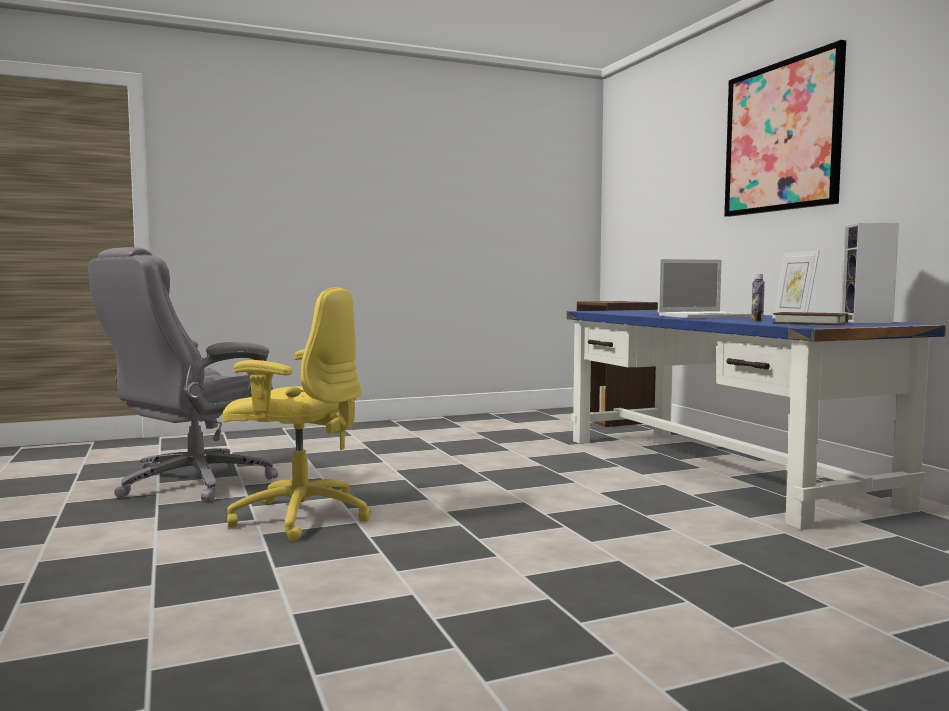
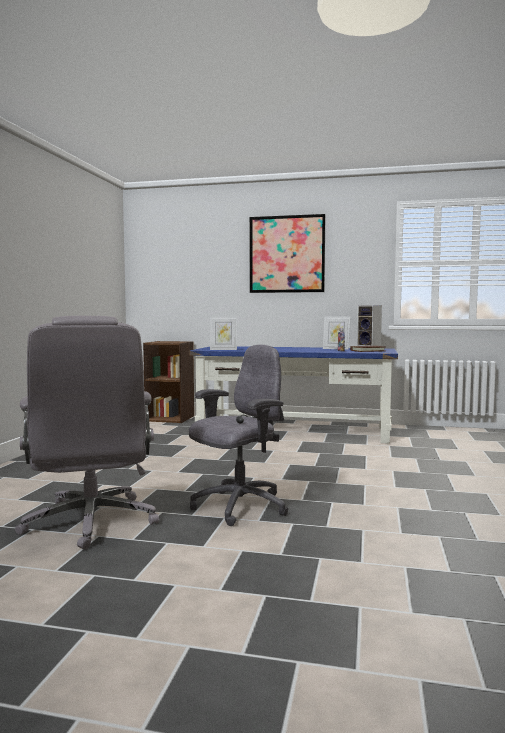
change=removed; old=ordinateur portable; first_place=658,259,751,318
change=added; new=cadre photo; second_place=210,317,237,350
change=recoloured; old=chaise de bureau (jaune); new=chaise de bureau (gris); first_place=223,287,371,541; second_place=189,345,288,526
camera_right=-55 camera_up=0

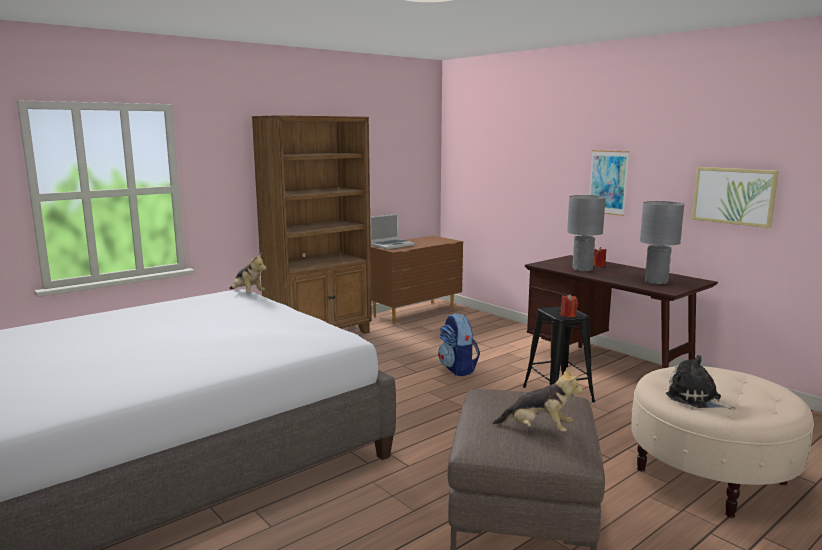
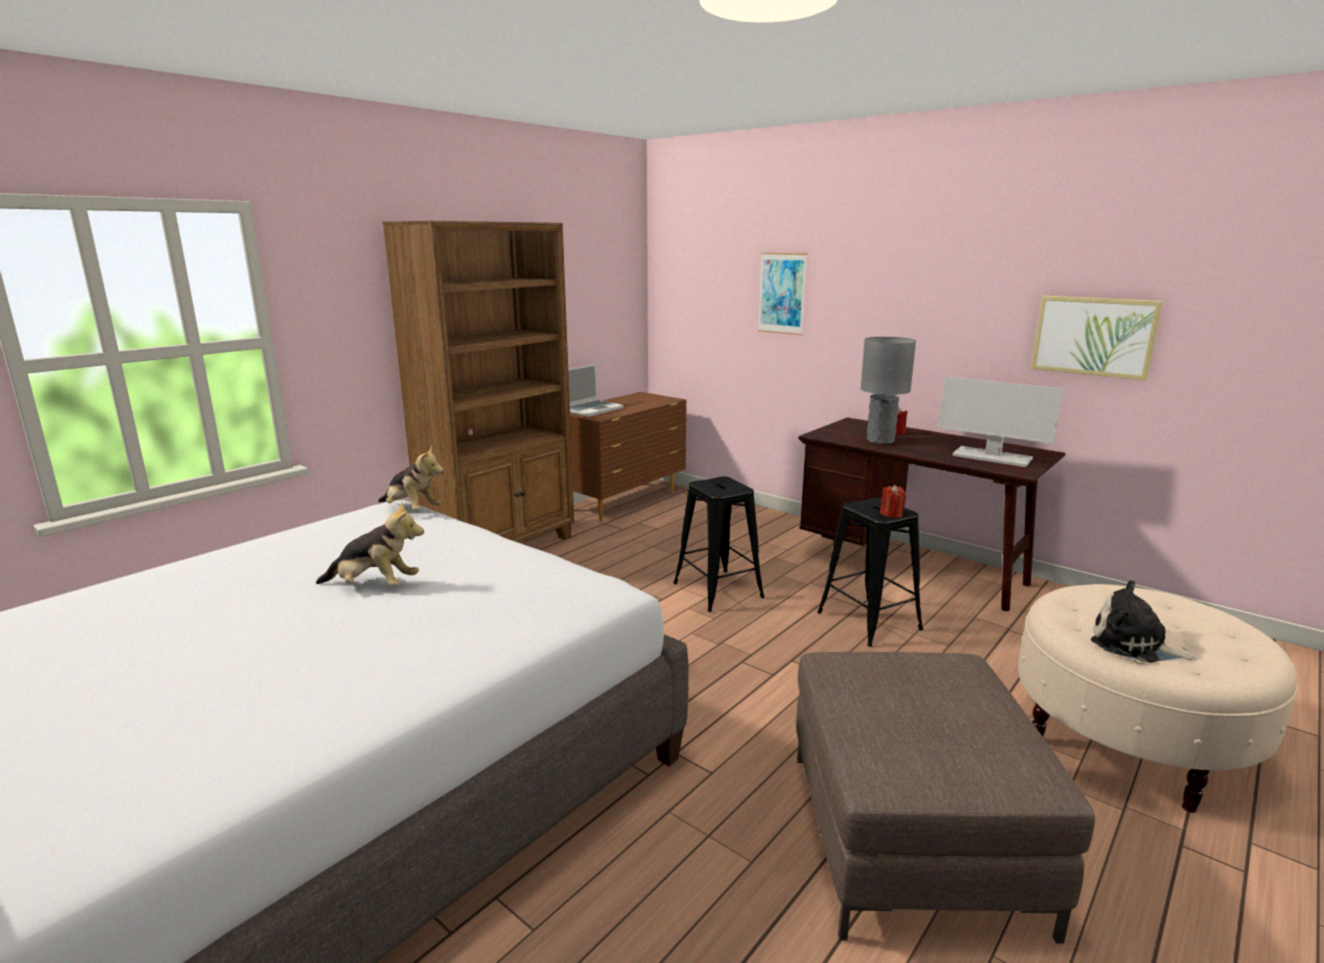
change=moved; old=peluche; first_place=493,367,583,432; second_place=316,501,424,586
change=moved; old=tableau; first_place=589,150,629,216; second_place=758,253,807,335
change=replaced; old=sac à dos; new=tabouret (noir); first_place=438,313,480,376; second_place=673,476,765,612
change=replaced; old=lampe de table (gris); new=écran d'ordinateur; first_place=640,201,684,284; second_place=938,377,1064,467
camera_right=-10 camera_up=5

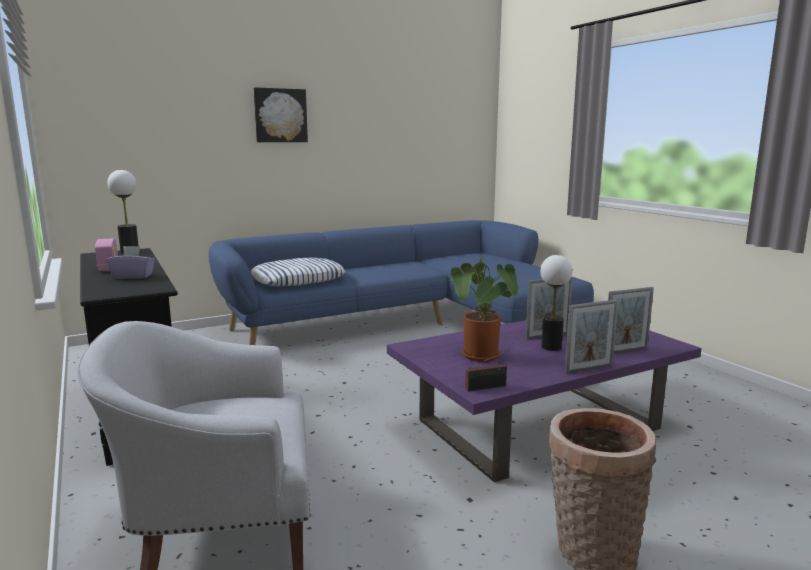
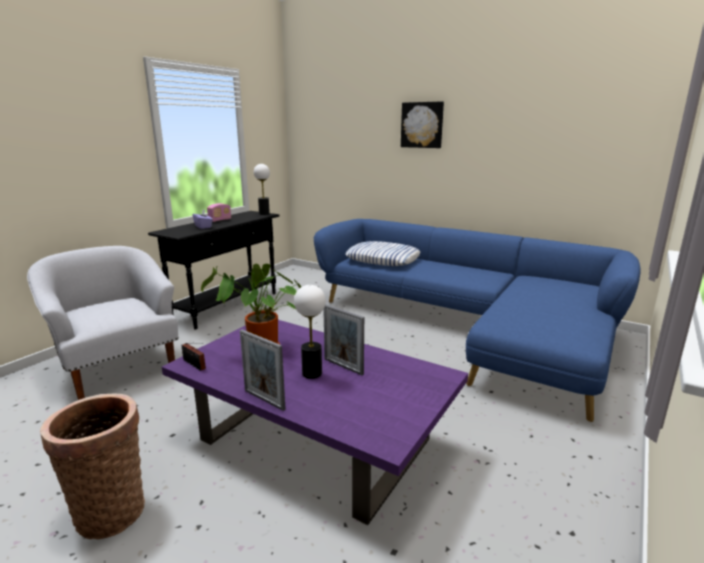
change=removed; old=cadre photo; first_place=608,287,654,354
camera_right=60 camera_up=5

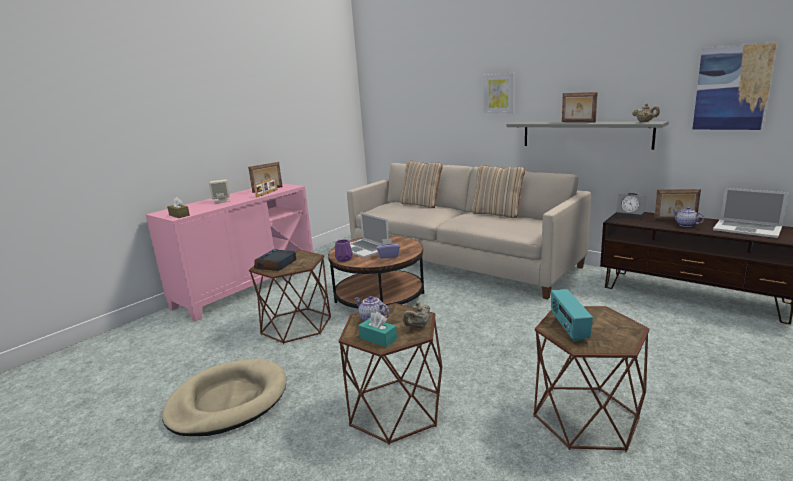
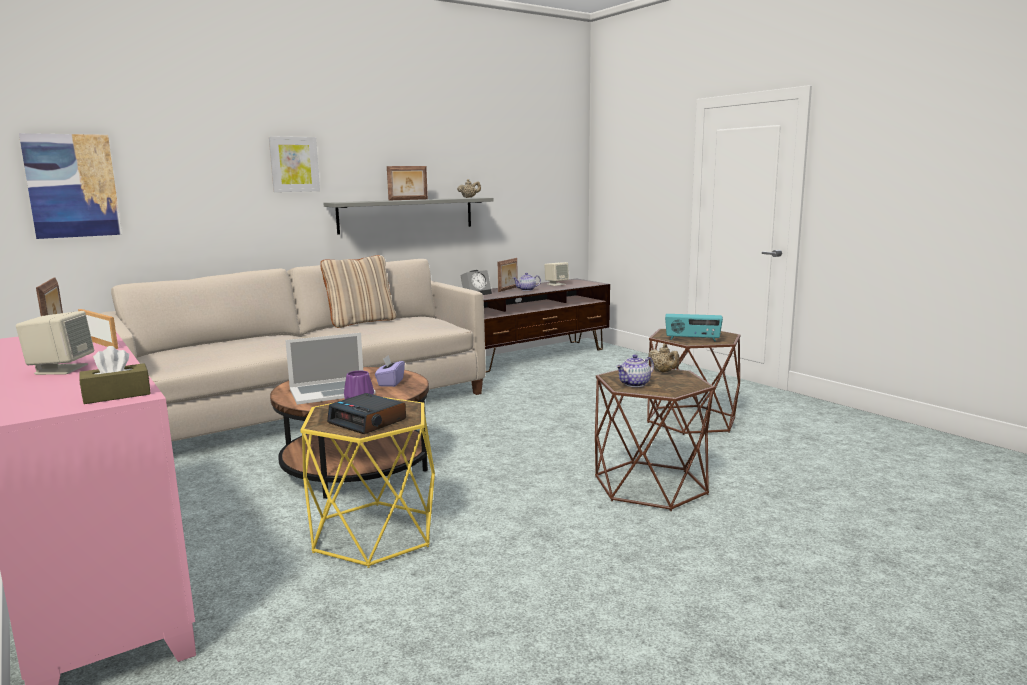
change=removed; old=panier pour chien (beige); first_place=162,359,286,436
change=removed; old=boîte à mouchoirs (turquoise); first_place=358,312,397,347
change=removed; old=coussin (beige); first_place=400,160,443,208
change=moved; old=tableau; first_place=692,42,777,130; second_place=19,133,122,239
change=replaced; old=ordinateur portable; new=enceinte (beige); first_place=713,188,789,238; second_place=544,262,569,286
change=recoloured; old=table d'appoint (marron); new=table d'appoint (jaune); first_place=249,250,331,344; second_place=300,397,435,568
camera_right=-75 camera_up=-5

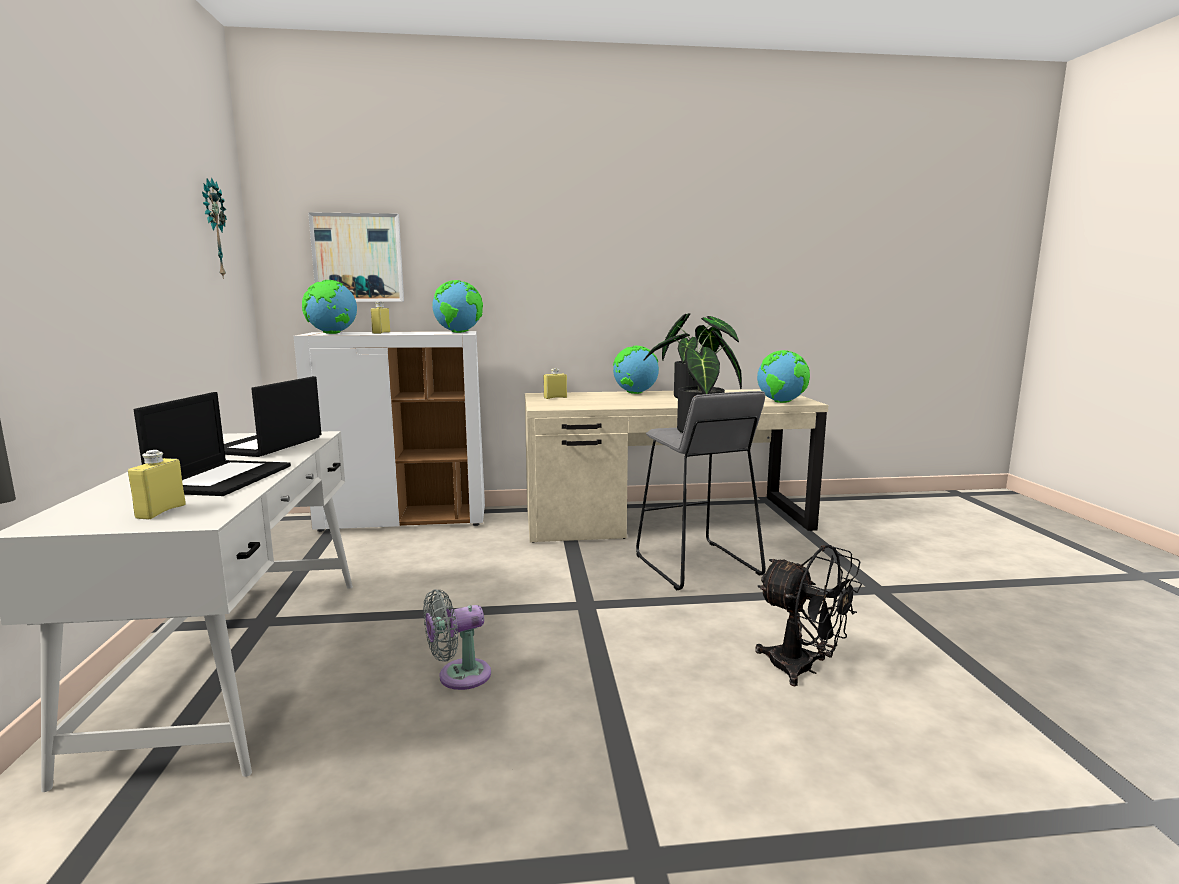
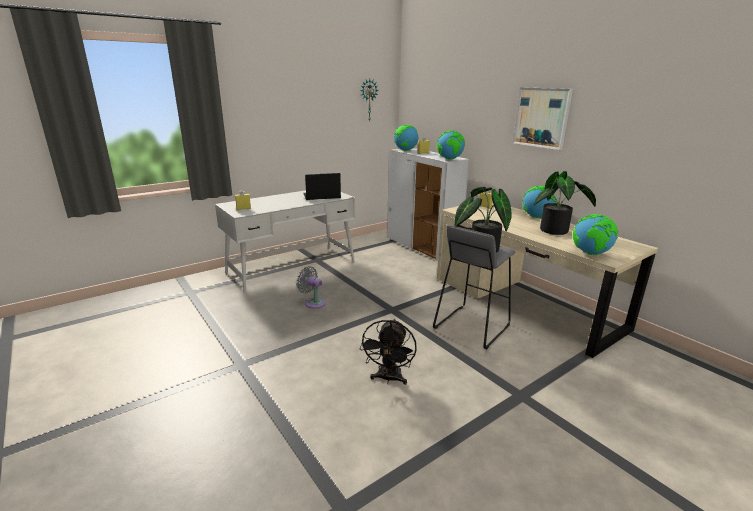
change=removed; old=ordinateur portable; first_place=134,392,291,496
change=moved; old=tableau; first_place=308,212,404,302; second_place=513,87,573,150
camera_right=60 camera_up=10

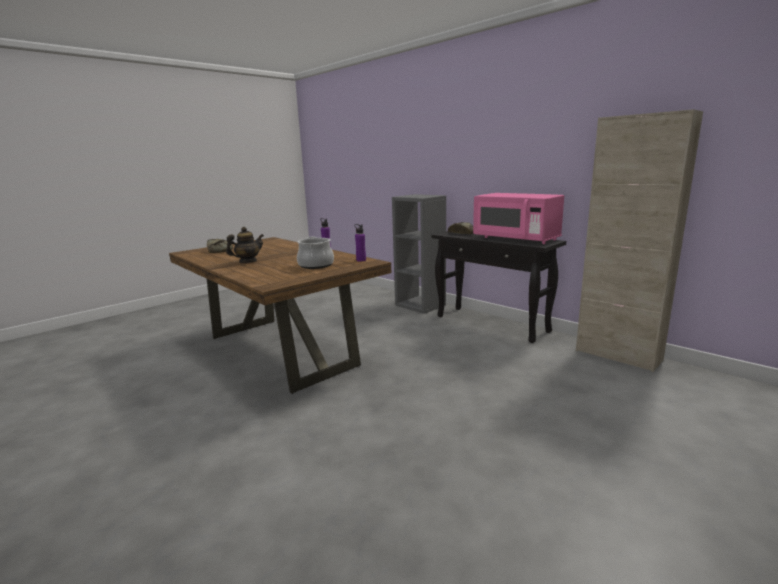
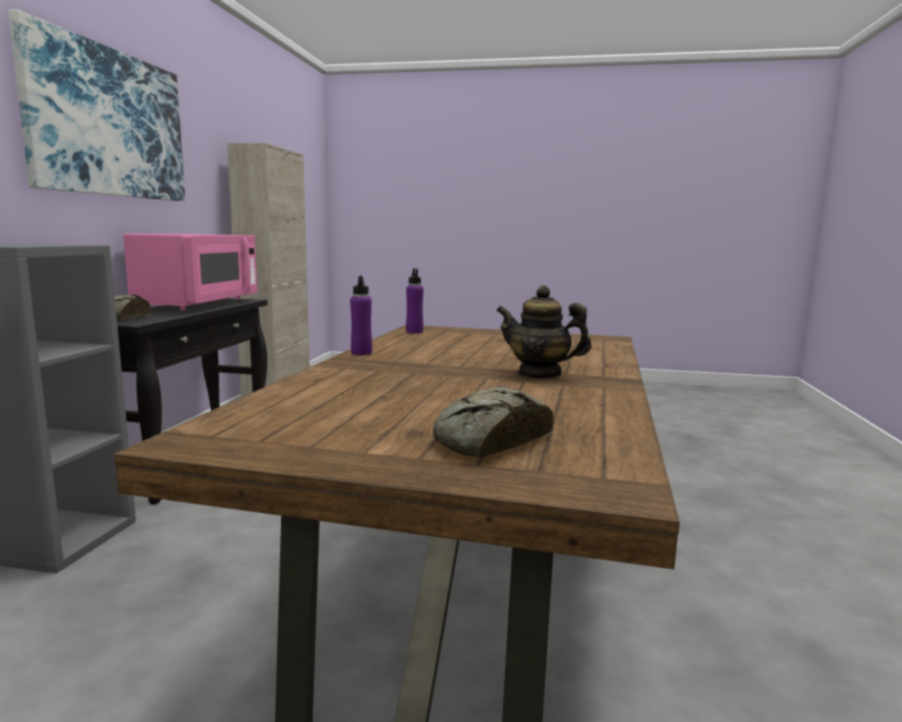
change=removed; old=marmite; first_place=297,237,334,269
change=added; new=tableau; second_place=8,10,185,201
camera_right=-125 camera_up=-5

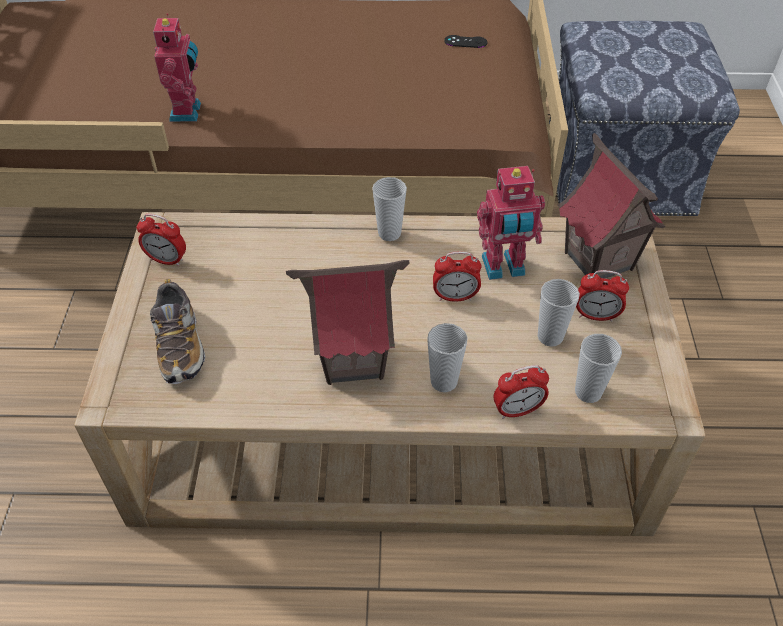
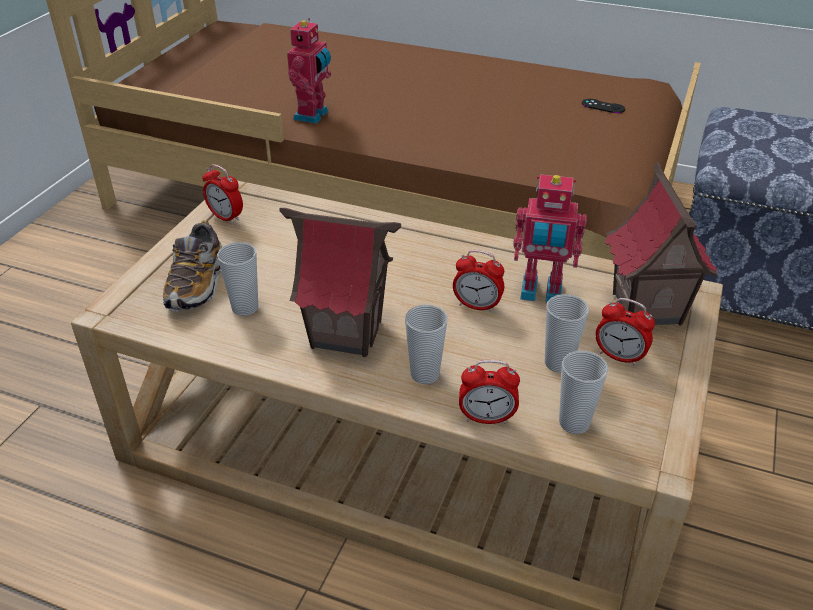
change=moved; old=tasse; first_place=372,177,407,241; second_place=217,242,258,316
camera_right=20 camera_up=-10

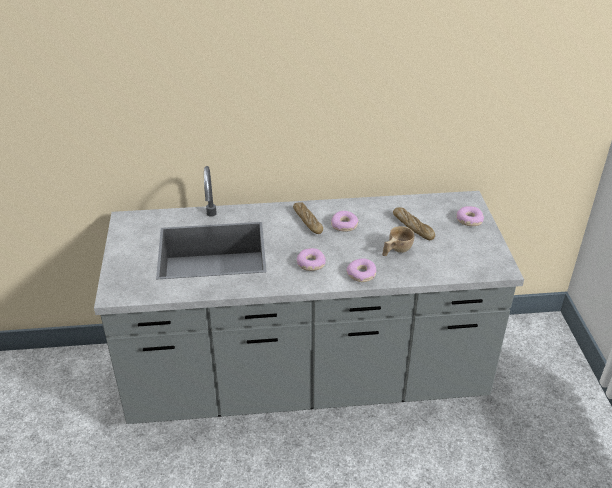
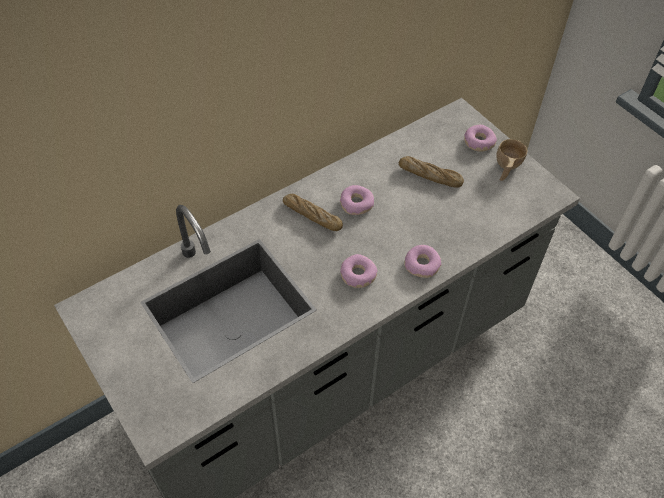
change=moved; old=tasse (beige); first_place=382,226,415,256; second_place=497,139,527,181
camera_right=-30 camera_up=15

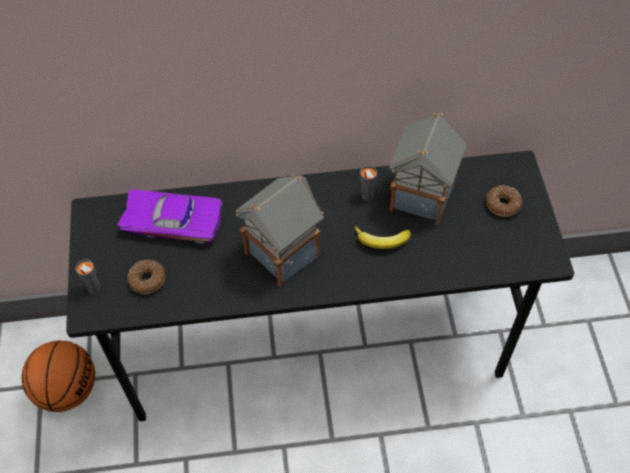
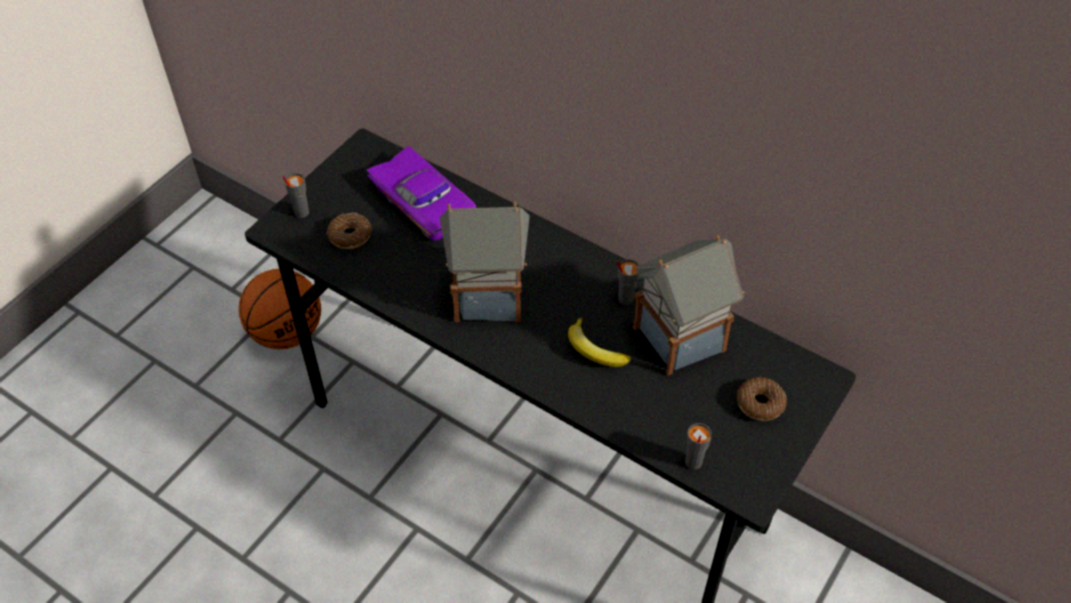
change=added; new=tasse (gris); second_place=685,423,712,470
camera_right=40 camera_up=-5

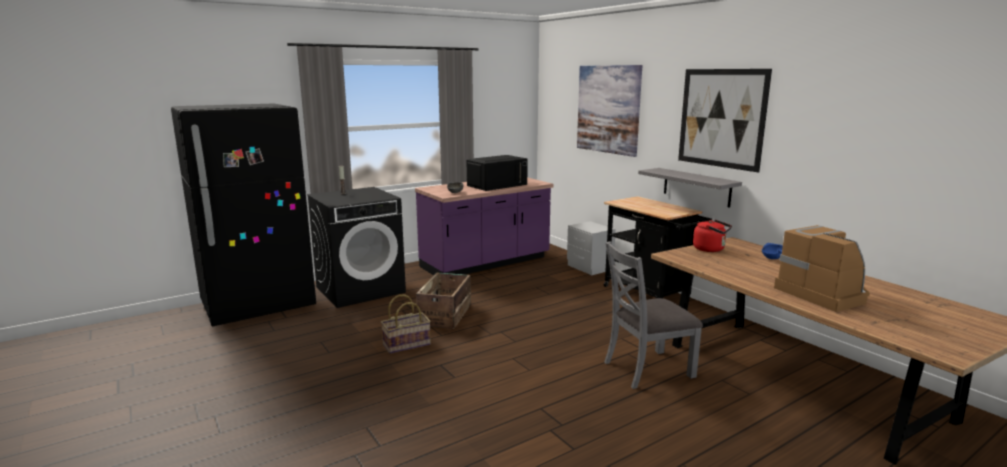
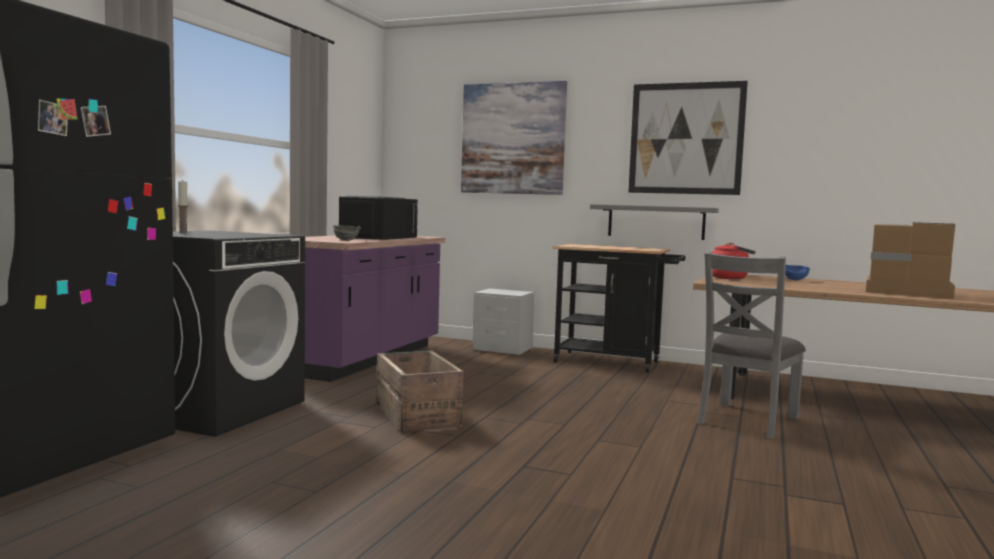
change=removed; old=panier; first_place=381,294,431,354
camera_right=-35 camera_up=-10

